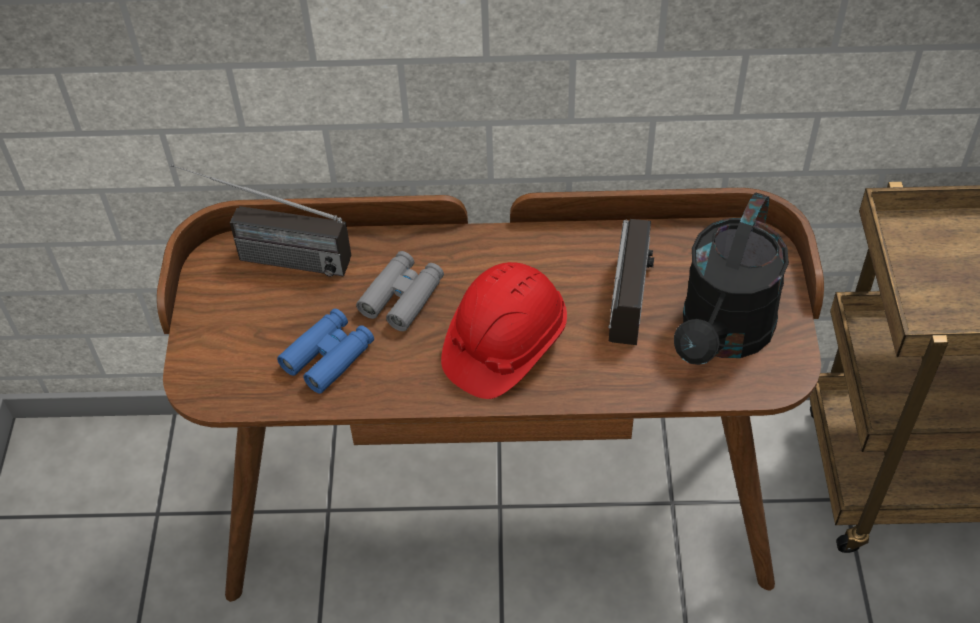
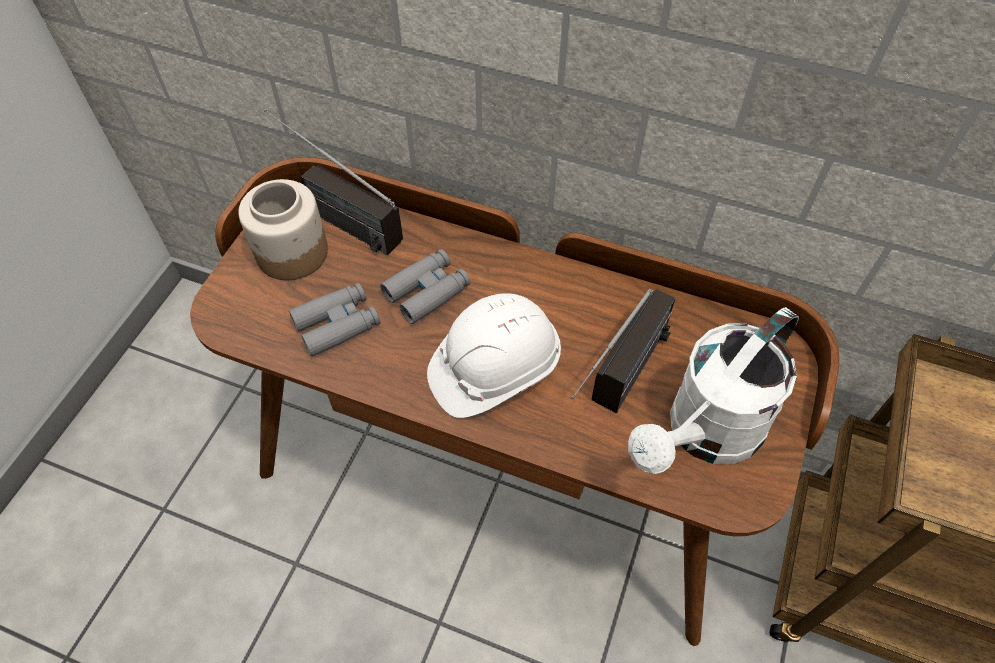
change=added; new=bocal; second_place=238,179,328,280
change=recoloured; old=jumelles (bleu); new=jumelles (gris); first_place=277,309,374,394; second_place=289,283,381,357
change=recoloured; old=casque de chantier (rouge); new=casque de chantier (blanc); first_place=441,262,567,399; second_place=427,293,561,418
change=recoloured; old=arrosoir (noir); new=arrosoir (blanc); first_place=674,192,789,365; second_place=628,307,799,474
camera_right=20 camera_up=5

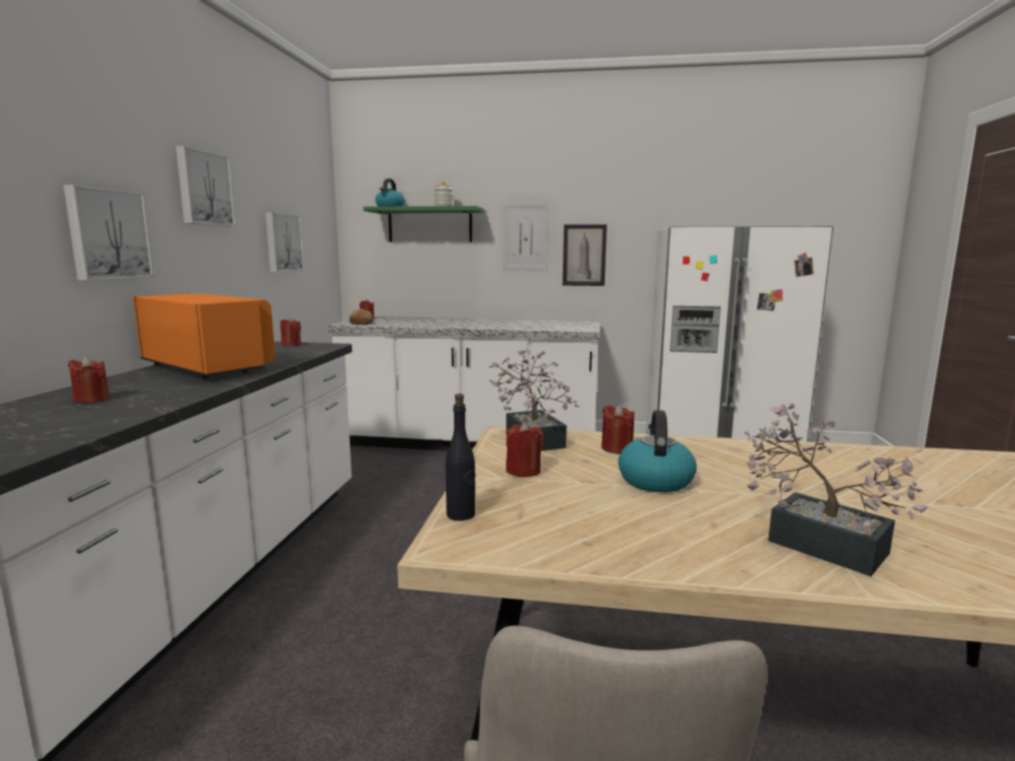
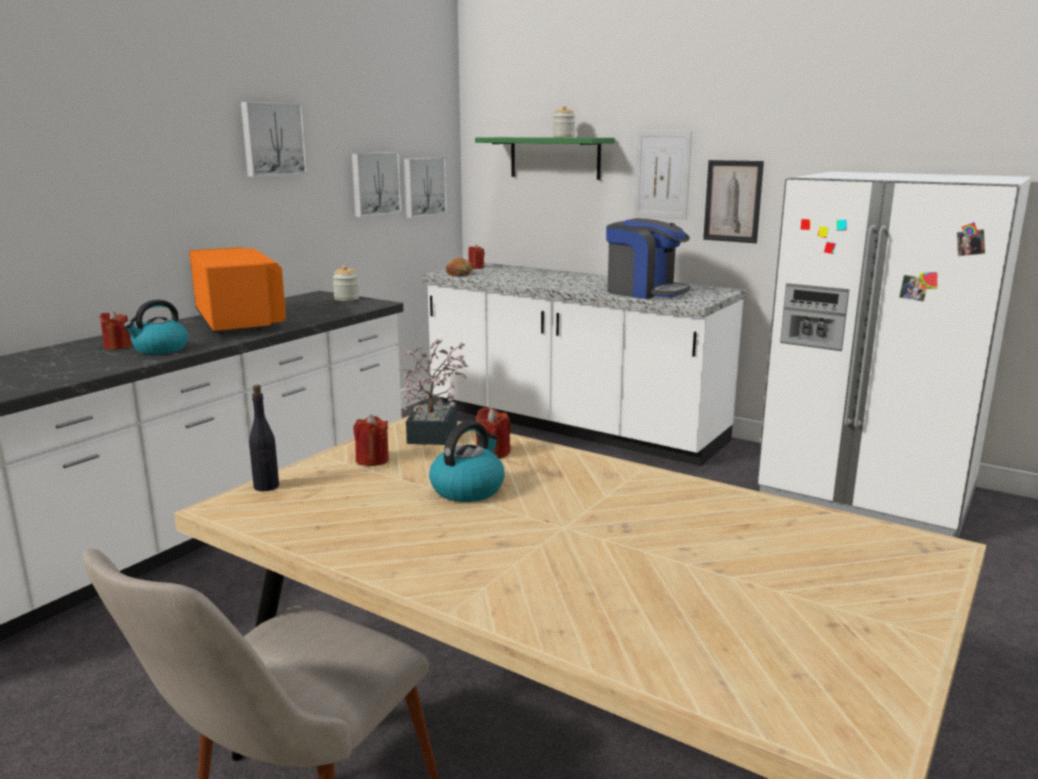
change=removed; old=plante en pot; first_place=745,403,927,576
change=added; new=machine à café; second_place=606,218,691,299
change=moved; old=tableau; first_place=63,185,154,280; second_place=404,157,447,218
change=moved; old=bouilloire; first_place=375,179,405,206; second_place=123,300,188,354
change=replaced; old=bougie (rouge); new=bocal; first_place=280,317,301,346; second_place=333,265,359,301
camera_right=25 camera_up=5

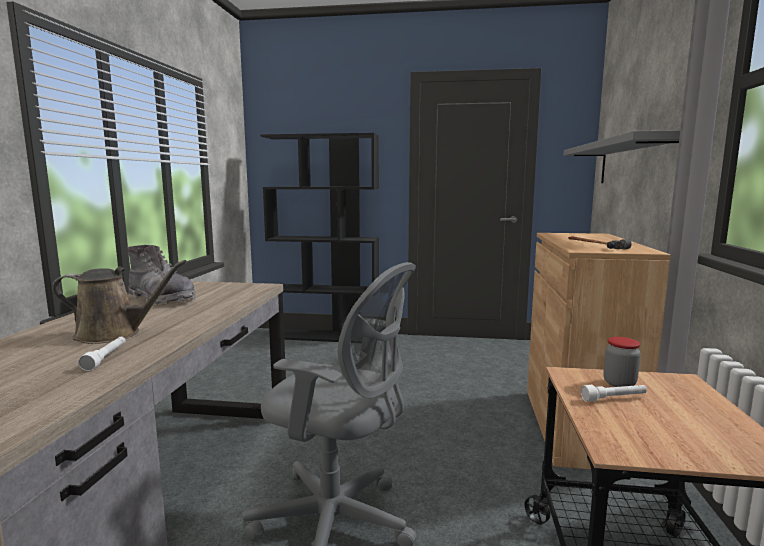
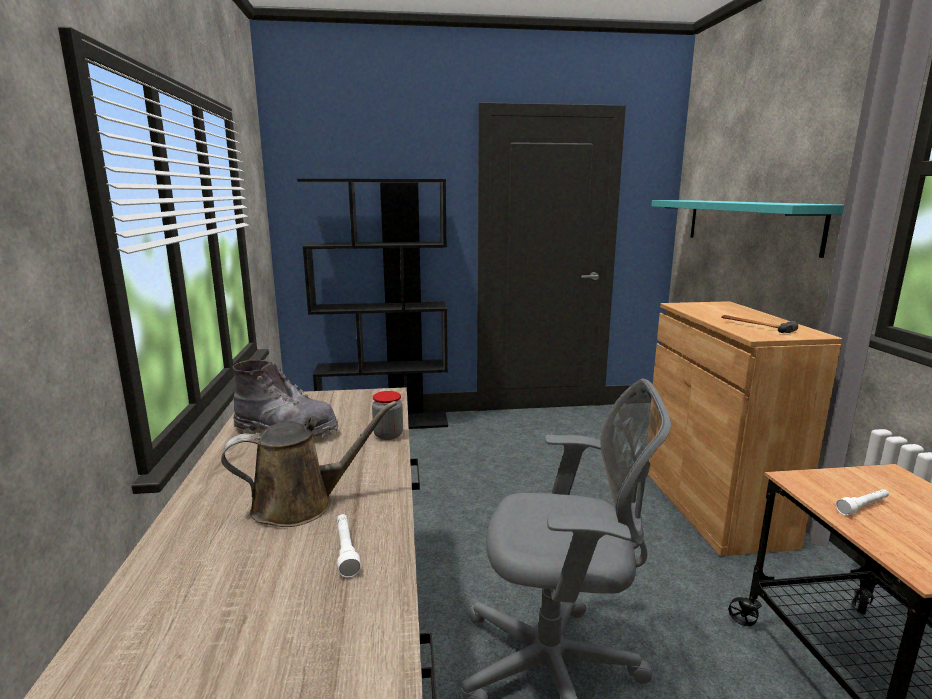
change=moved; old=bocal; first_place=603,337,641,387; second_place=372,391,403,440
change=recoloured; old=étagère (gris); new=étagère (turquoise); first_place=564,130,680,183; second_place=651,200,844,258
camera_right=-15 camera_up=5

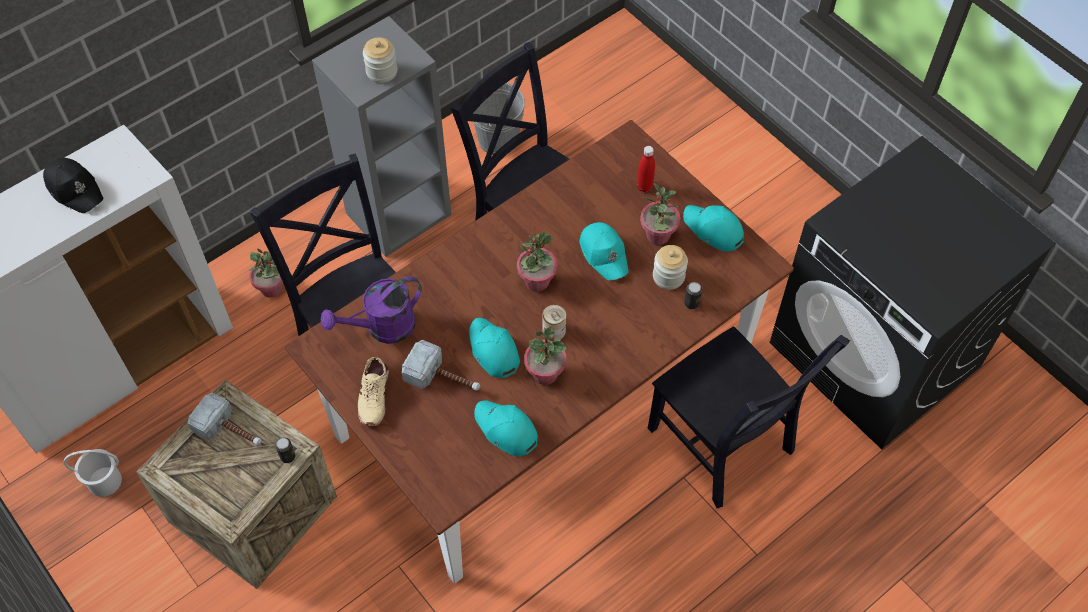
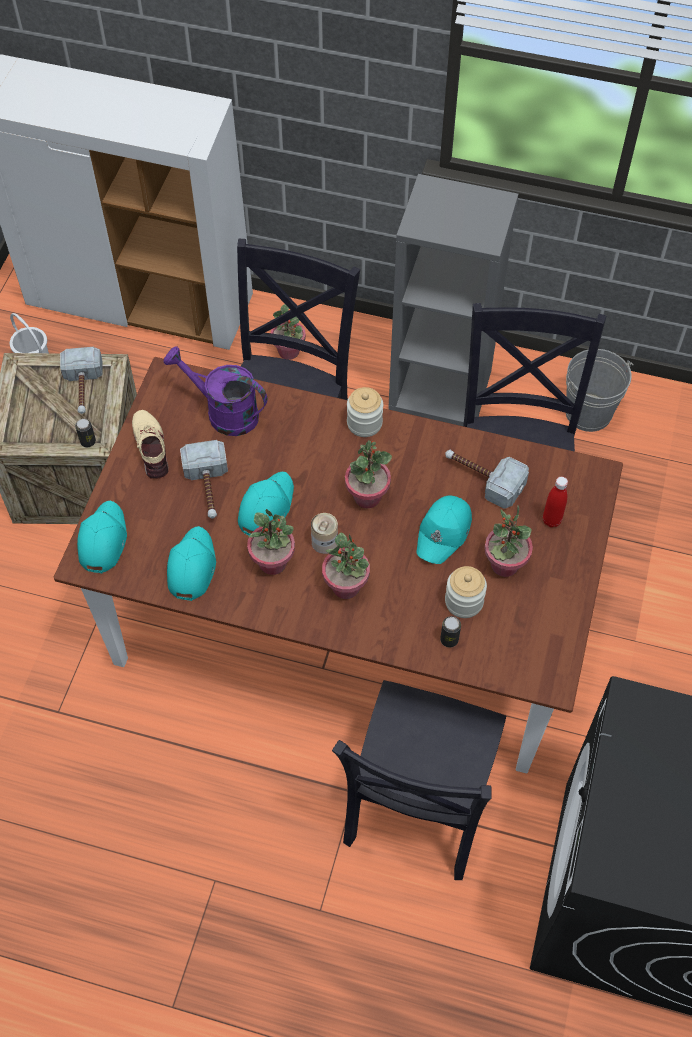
change=removed; old=casquette (noir); first_place=43,158,103,213
change=added; new=plante en pot; second_place=322,533,370,599
change=added; new=marteau; second_place=445,450,529,509
change=moved; old=bocal; first_place=363,37,398,83; second_place=347,387,383,437
change=moved; old=casquette (turquoise); first_place=683,205,744,251; second_place=77,500,127,573
change=turned; old=chaussure (beige); first_place=358,357,389,426; second_place=132,410,169,479; degrees=105
camera_right=55 camera_up=0

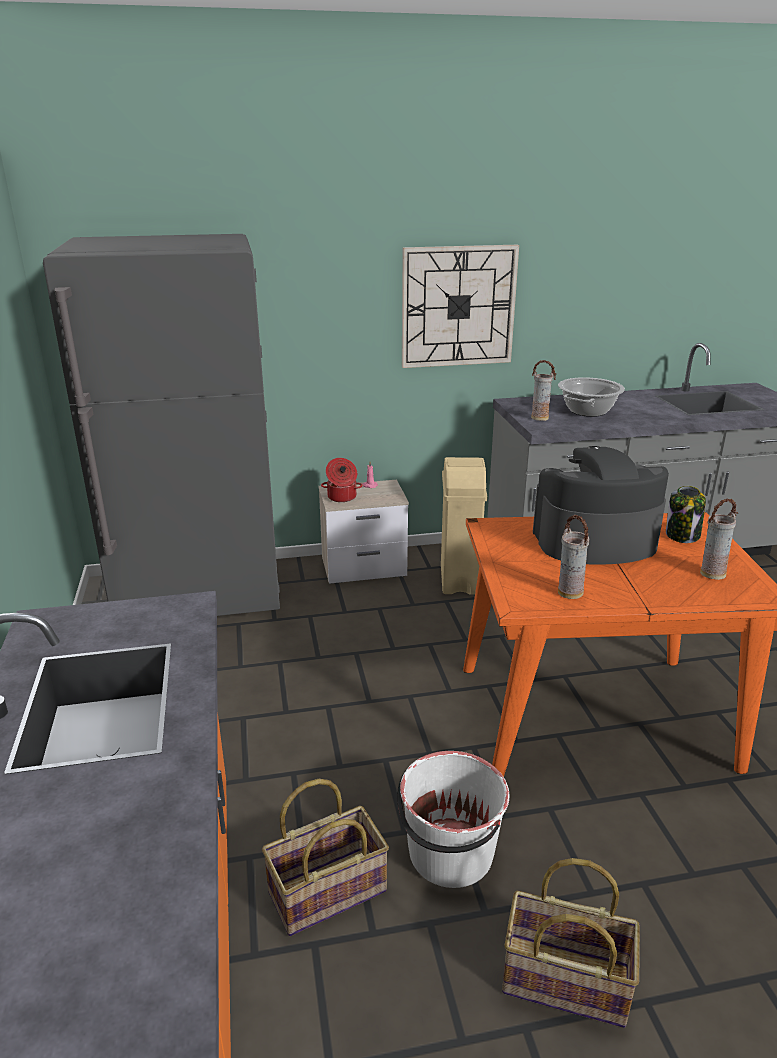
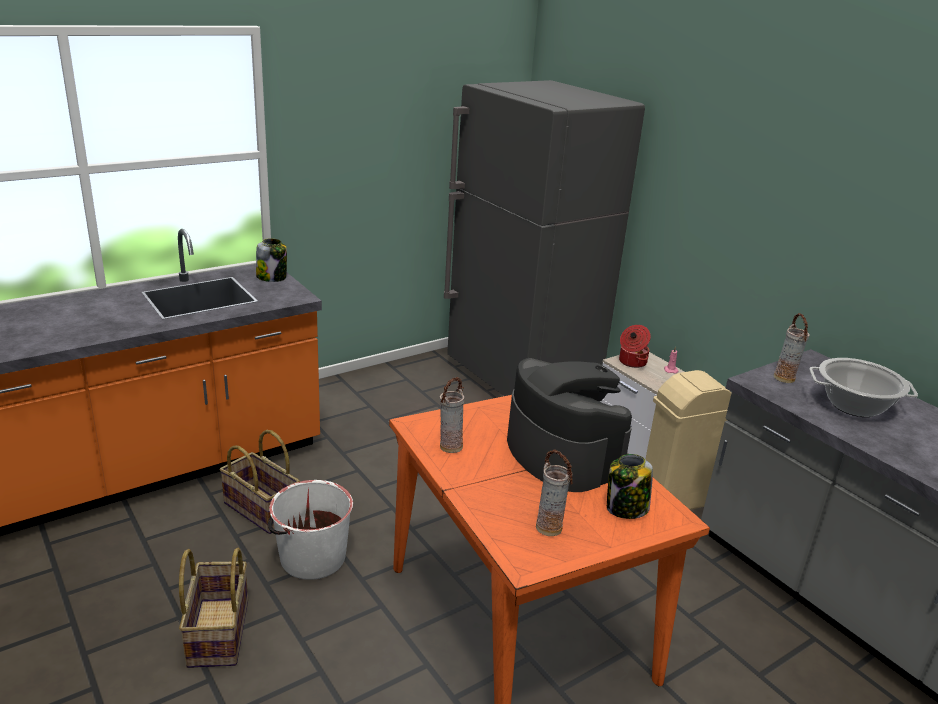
change=removed; old=horloge murale; first_place=402,245,519,368
change=added; new=bocal; second_place=256,238,287,282
camera_right=65 camera_up=0

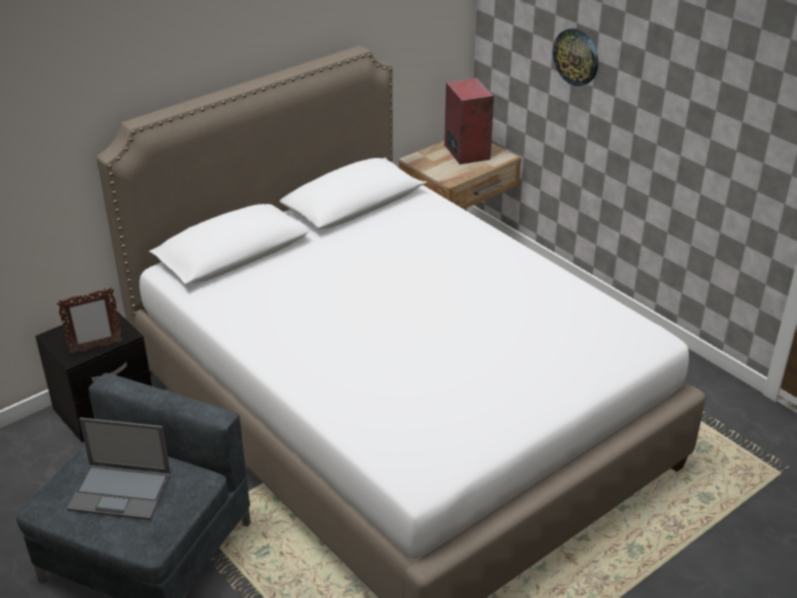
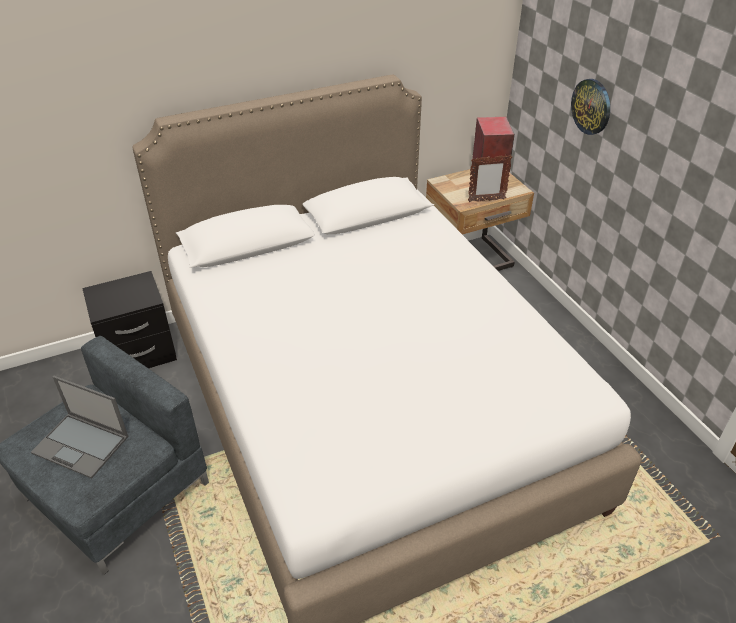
change=moved; old=cadre photo; first_place=57,288,123,354; second_place=468,155,512,202
camera_right=15 camera_up=5

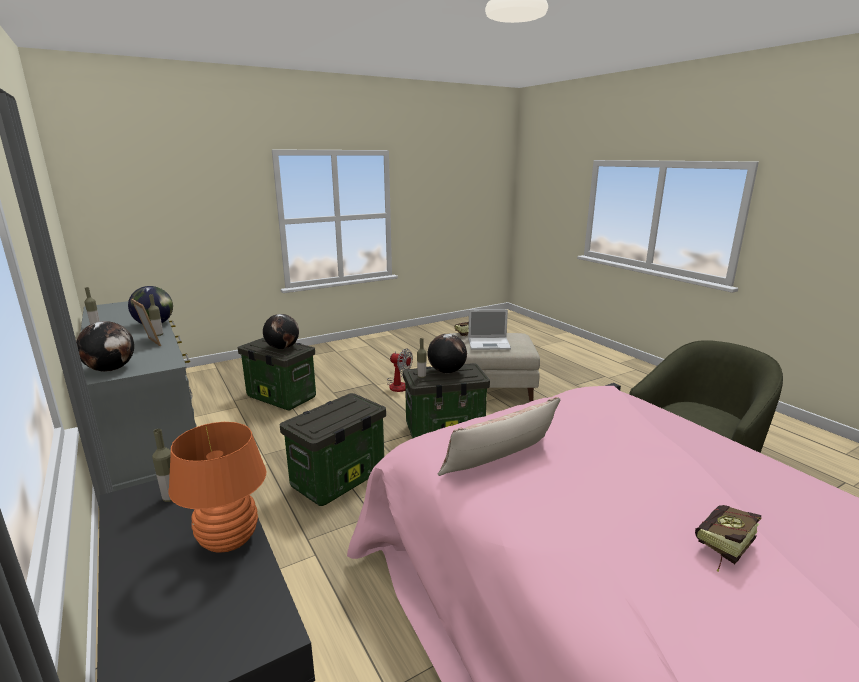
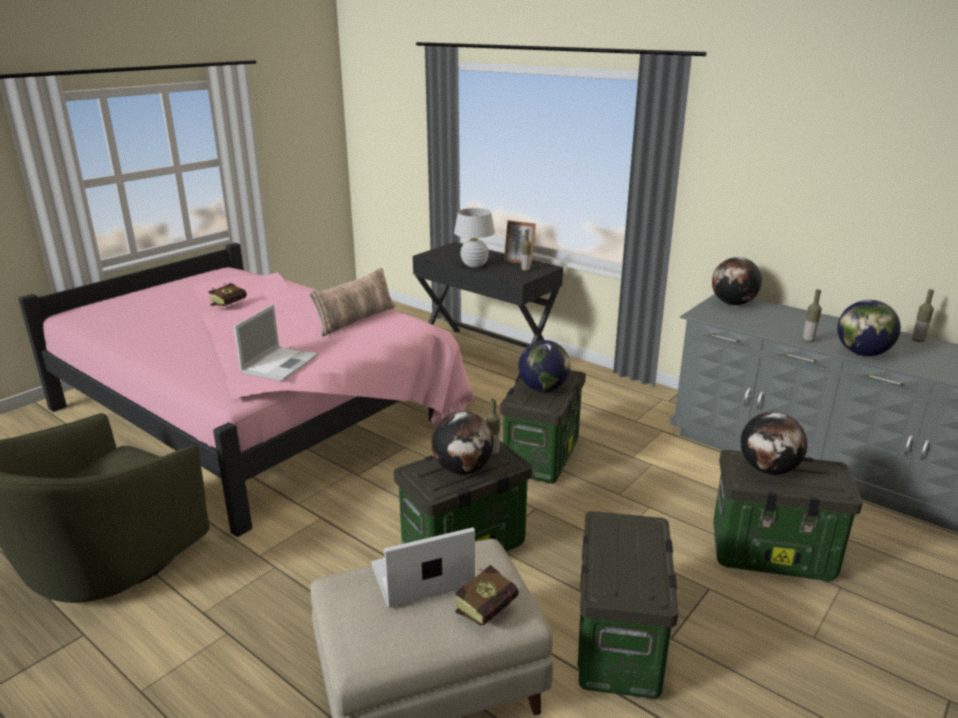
change=added; new=ordinateur portable; second_place=233,304,318,381
change=added; new=globe; second_place=518,340,570,392
change=moved; old=cadre photo; first_place=131,299,161,346; second_place=504,220,536,265
change=replaced; old=ventilateur; new=boîte de rangement; first_place=387,349,413,392; second_place=577,511,679,699
change=recoloured; old=lampe de table (orange); new=lampe de table (blanc); first_place=168,422,266,553; second_place=454,208,495,267
camera_right=160 camera_up=5

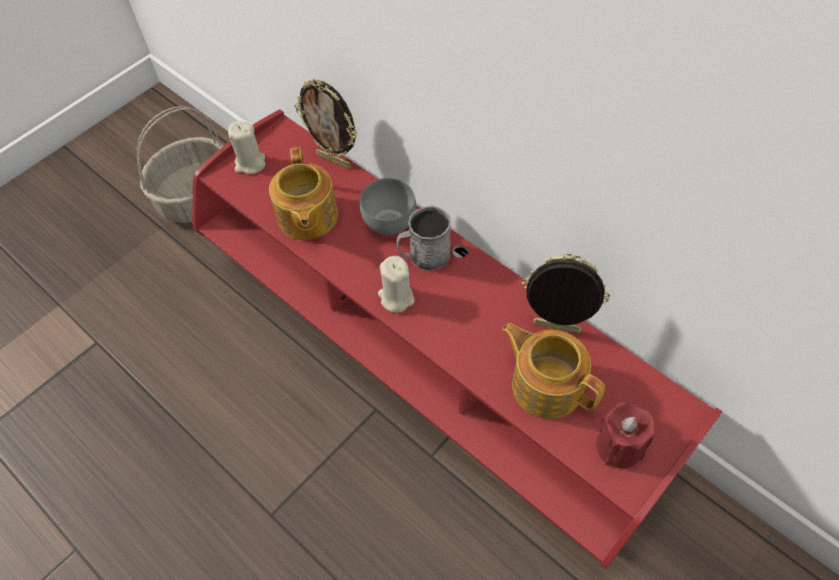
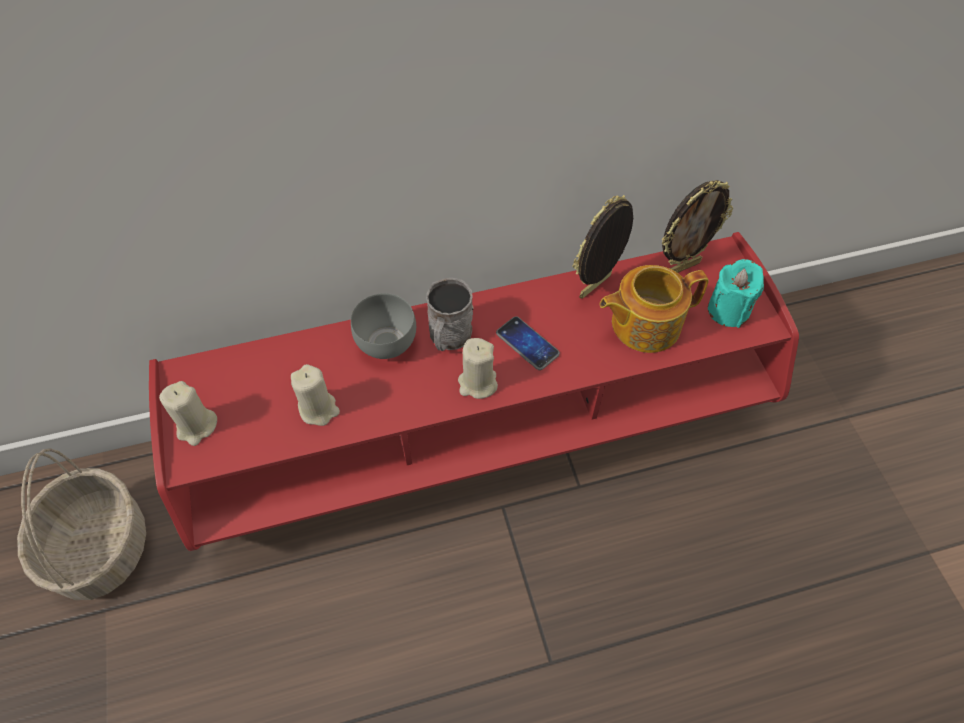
change=added; new=téléphone; second_place=496,316,560,370
change=moved; old=cadre photo; first_place=295,79,358,169; second_place=662,180,733,273
change=replaced; old=théière; new=bougie (beige); first_place=269,147,338,240; second_place=291,364,340,426
change=recoloured; old=bougie (rouge); new=bougie (turquoise); first_place=596,402,655,469; second_place=708,259,764,328
camera_right=-60 camera_up=0

